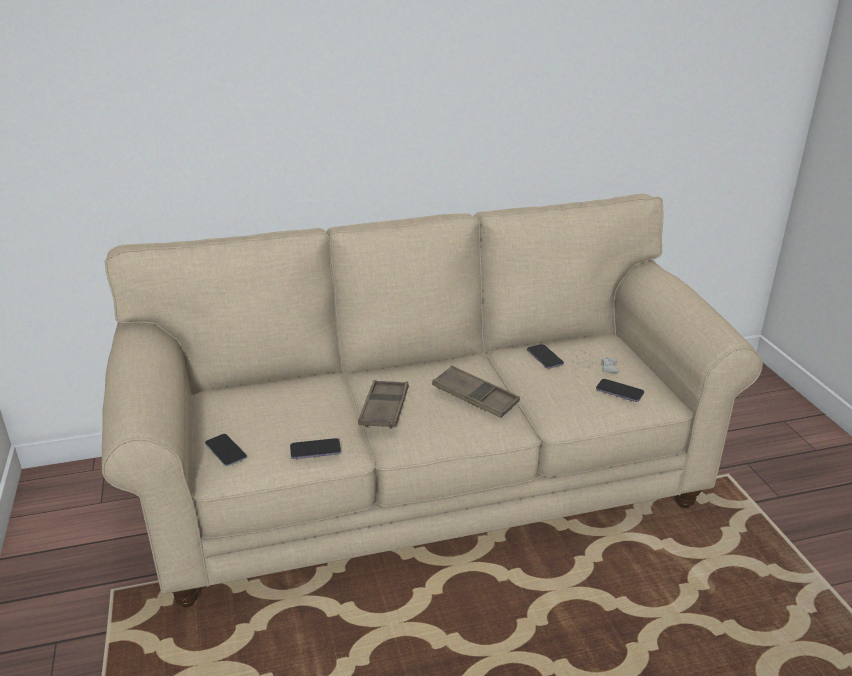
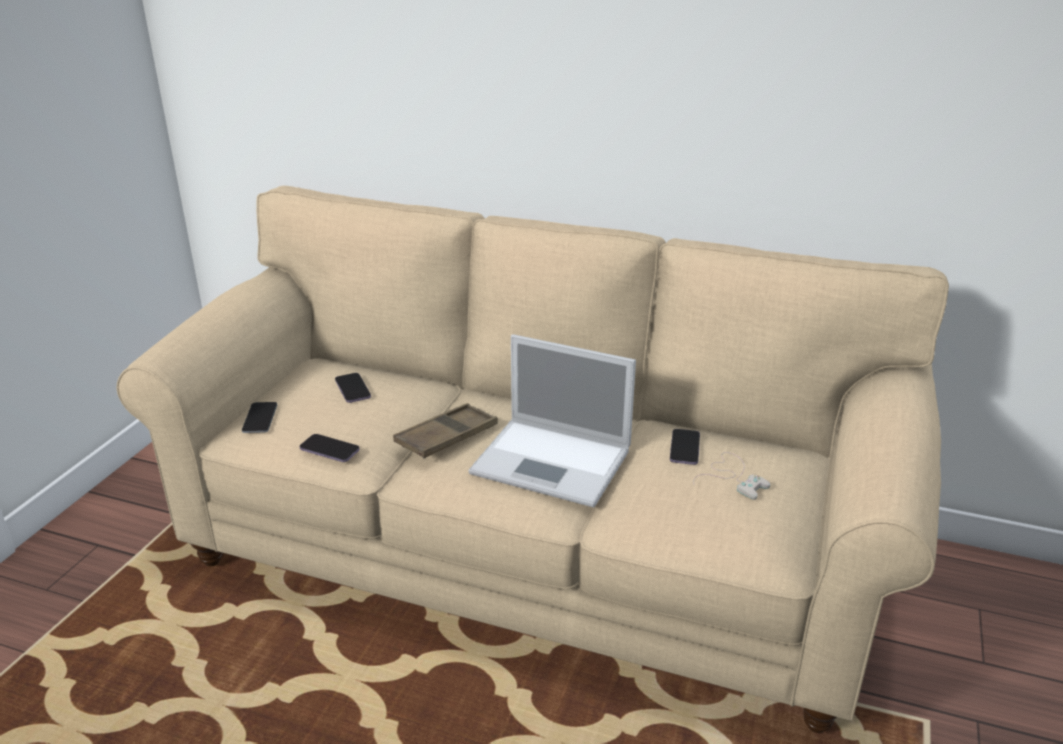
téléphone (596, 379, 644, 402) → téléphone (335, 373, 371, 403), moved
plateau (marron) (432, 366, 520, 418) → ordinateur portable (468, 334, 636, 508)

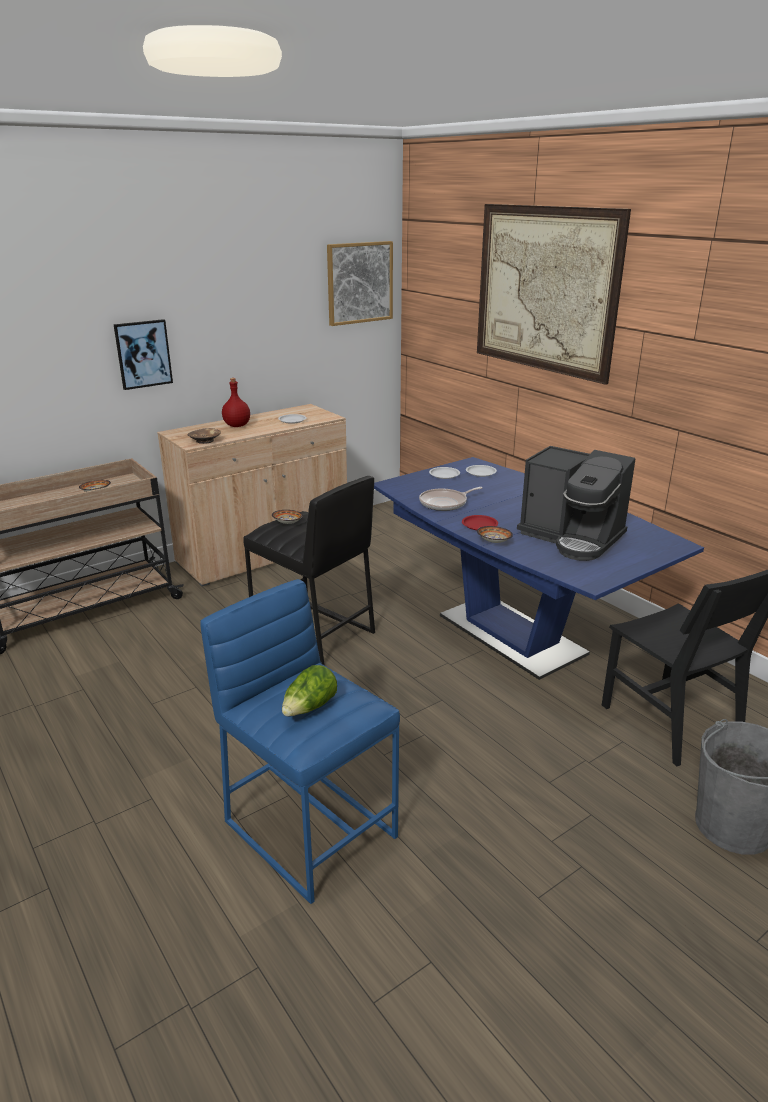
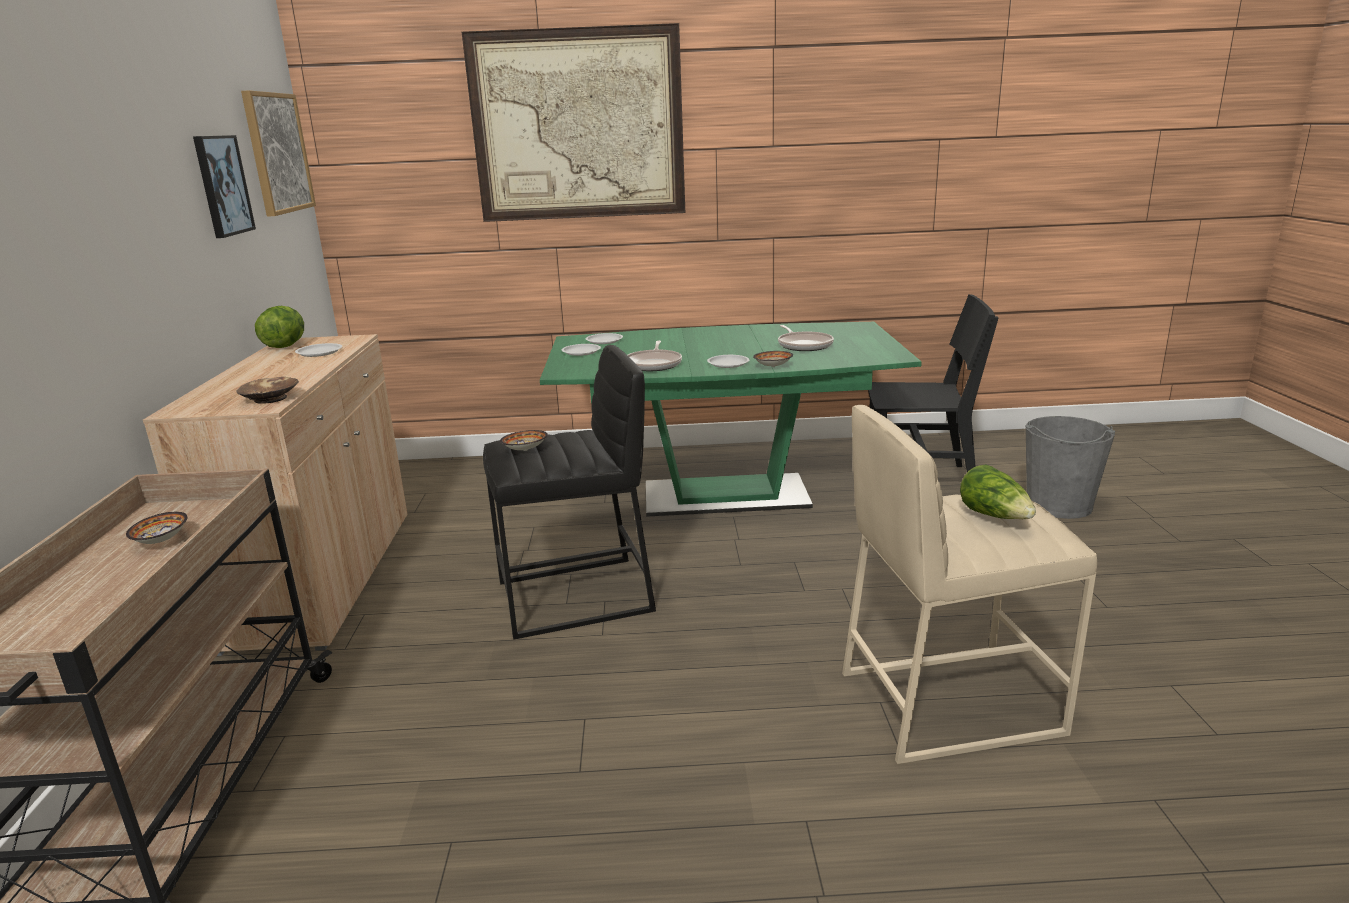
tableau (114, 319, 173, 390) → tableau (193, 135, 256, 238), moved
- → laitue (255, 306, 304, 348)
table à manger (bleu) (374, 457, 704, 680) → table à manger (vert) (540, 322, 922, 516)
assiette (rouge) (462, 515, 498, 530) → assiette (blanc) (707, 355, 749, 368)
machine à café (517, 446, 636, 561) → poêle (778, 325, 834, 351)
tabouret (bleu) (200, 579, 400, 904) → tabouret (beige) (842, 405, 1097, 764)
bouteille (rouge) (222, 378, 250, 427) → -

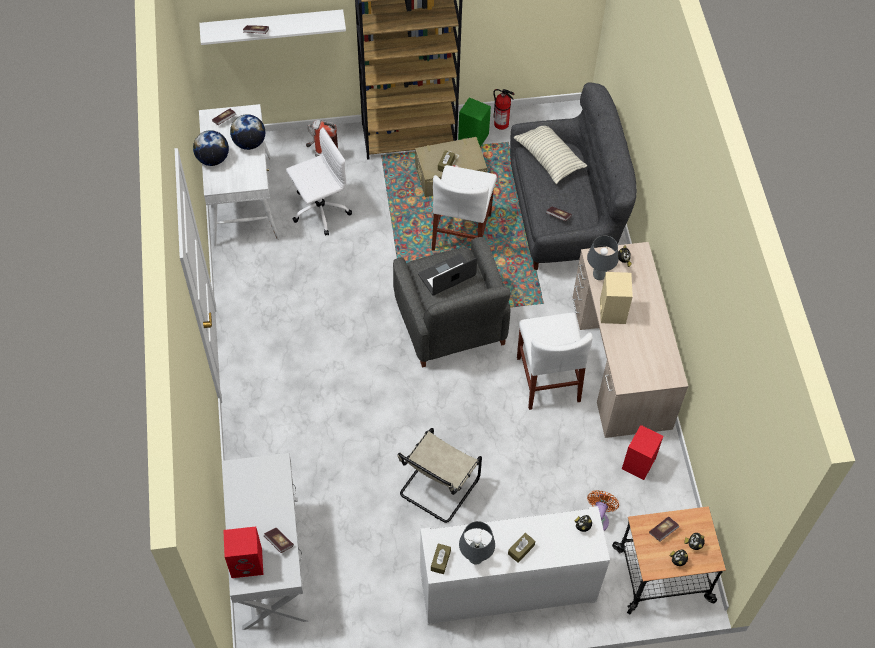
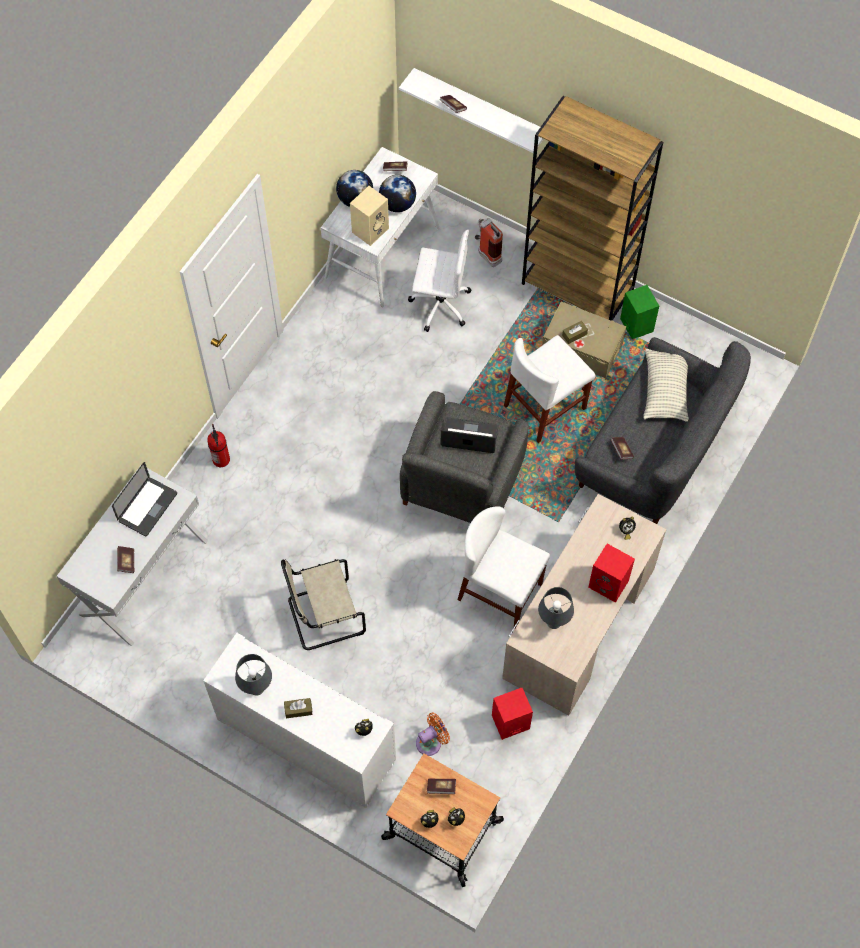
- → ordinateur portable (112, 462, 177, 536)
extincteur (493, 89, 514, 130) → extincteur (207, 424, 230, 467), moved
enceinte (beige) (600, 272, 633, 324) → enceinte (beige) (350, 186, 389, 246), moved
chaise (blanc) (517, 313, 593, 410) → chaise (blanc) (457, 506, 550, 628), 90 degrees clockwise
lampe de table (gris) (587, 235, 619, 280) → lampe de table (gris) (538, 587, 574, 629), moved
enceinte (rouge) (223, 526, 264, 578) → enceinte (rouge) (588, 544, 635, 603), moved
boîte à mouchoirs (marron) (431, 543, 451, 574) → -

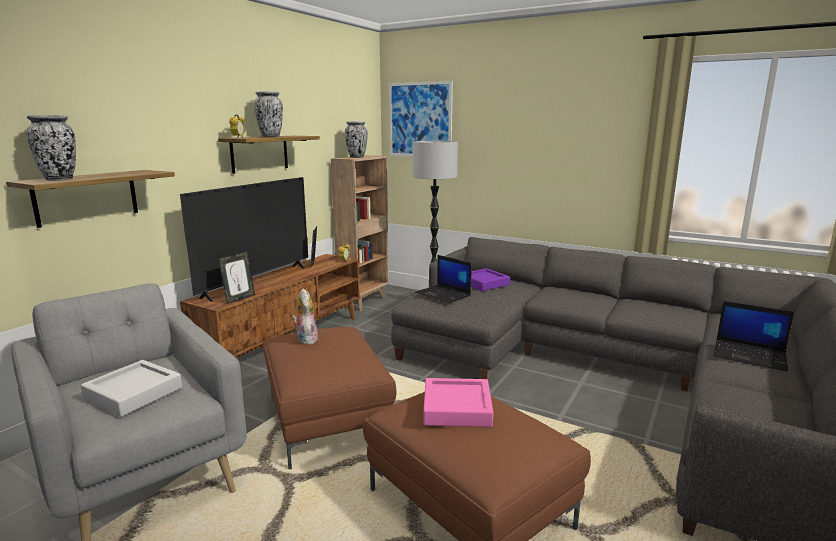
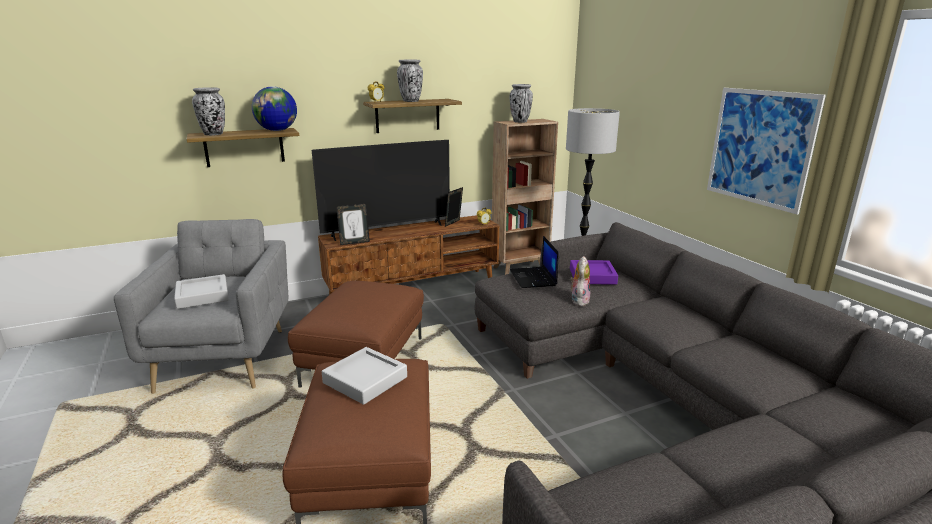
- → globe (252, 86, 297, 131)
plateau (rose) (423, 378, 494, 427) → plateau (gris) (322, 347, 407, 405)
peluche (292, 288, 319, 345) → peluche (570, 256, 590, 306), moved
tableau (389, 81, 453, 156) → tableau (707, 88, 826, 215), moved
ordinateur portable (714, 301, 794, 372) → -

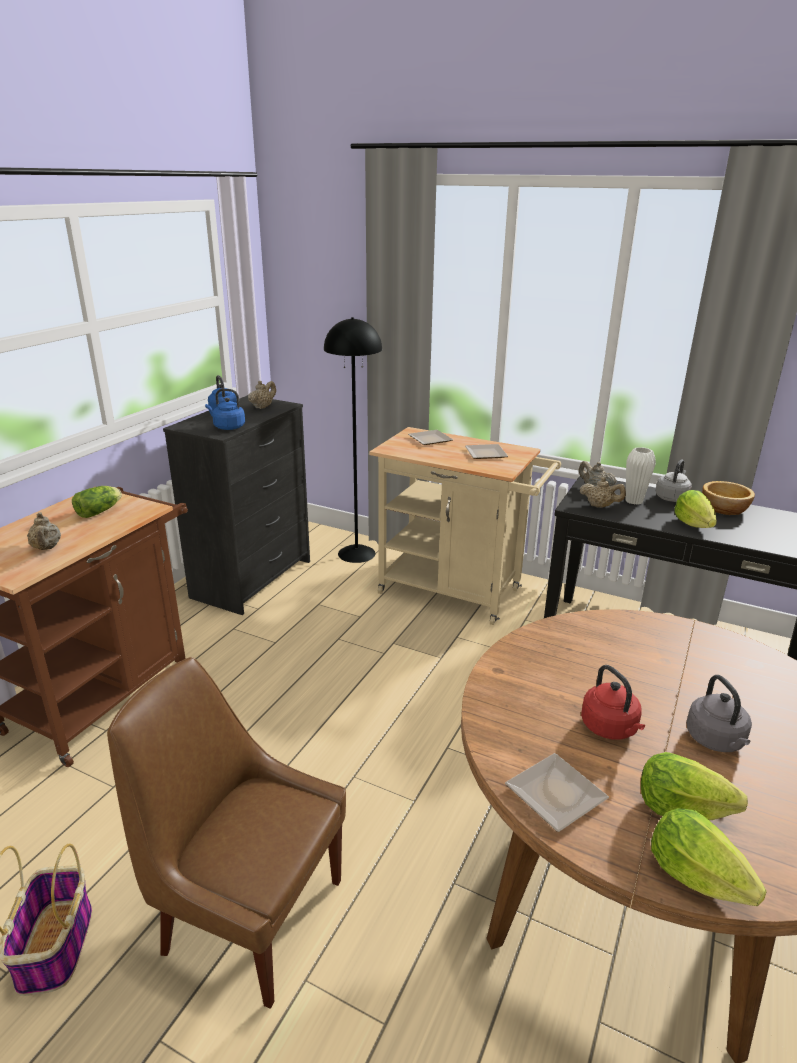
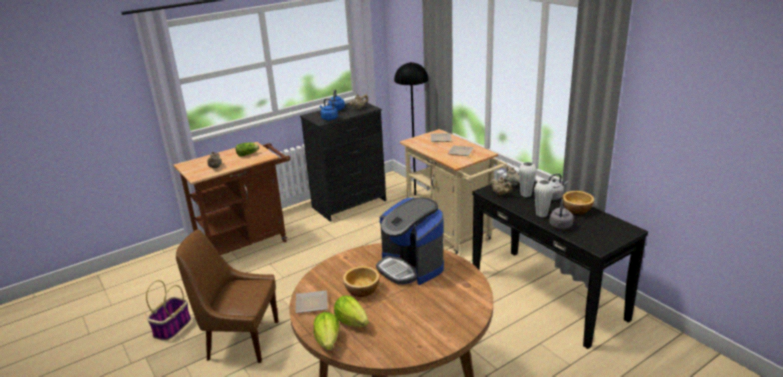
chaise (marron) (107, 657, 346, 1009) → chaise (marron) (176, 229, 278, 363), 45 degrees counterclockwise
bouilloire (rouge) (581, 665, 645, 740) → bol (343, 266, 380, 297)
- → machine à café (376, 197, 444, 285)
laitue (675, 490, 717, 528) → vase (blanc) (534, 180, 553, 217)
bouilloire (gris) (686, 675, 752, 752) → bouilloire (gris) (549, 199, 574, 229), moved

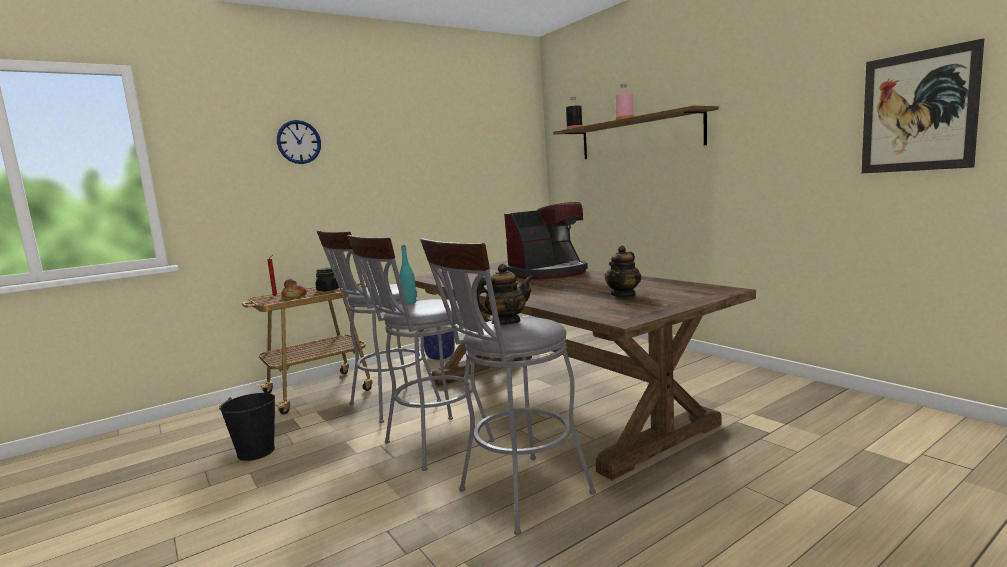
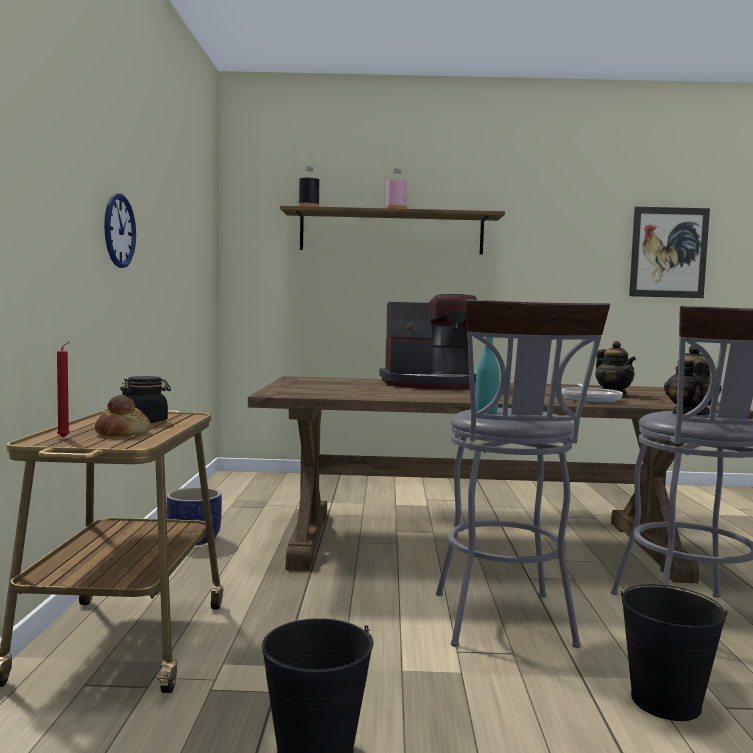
horloge murale (277, 120, 321, 164) → horloge murale (104, 194, 136, 268), moved
machine à café (504, 202, 588, 280) → machine à café (379, 294, 477, 389), 75 degrees clockwise
- → poêle (562, 384, 623, 403)
- → seau (noir) (621, 584, 728, 721)
tabouret (gris) (317, 230, 441, 423) → -

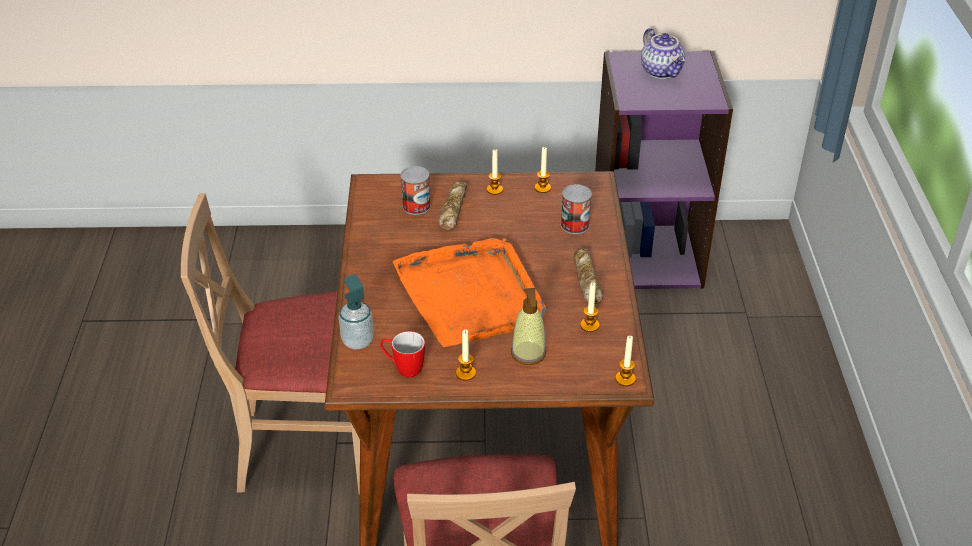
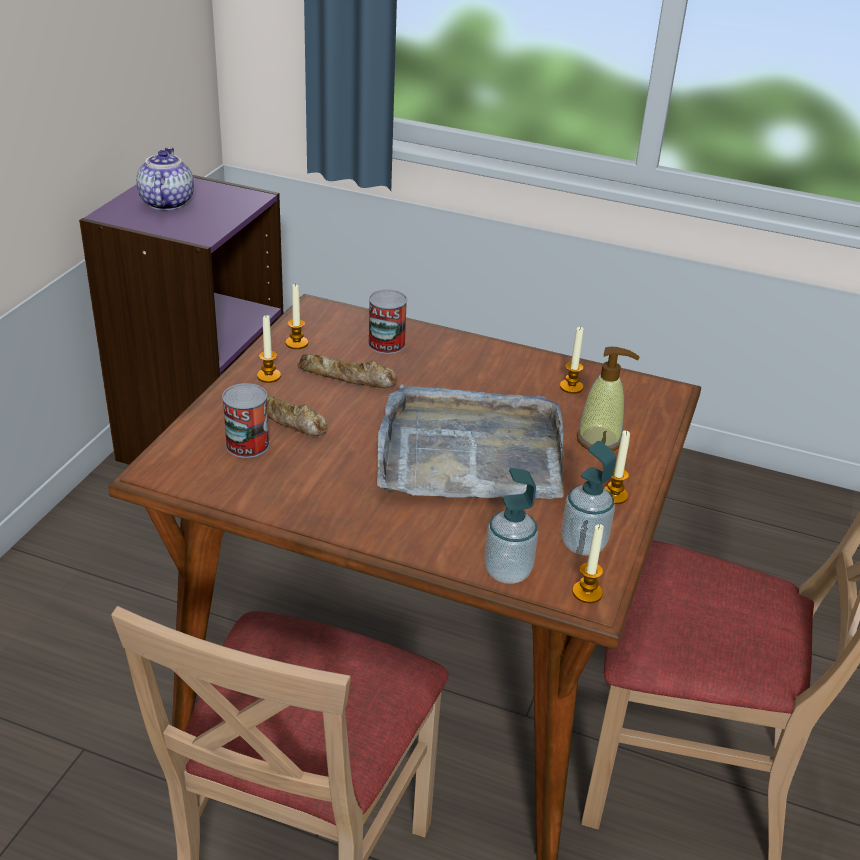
théière (641, 28, 686, 79) → théière (136, 147, 194, 210), 90 degrees counterclockwise
pain (574, 248, 603, 304) → pain (297, 354, 398, 388), moved
plateau (orange) (393, 238, 546, 347) → plateau (gris) (377, 384, 564, 499)
mug (380, 331, 425, 378) → distributeur de savon (561, 441, 616, 556)
bougie (615, 336, 636, 386) → bougie (572, 524, 604, 603), moved

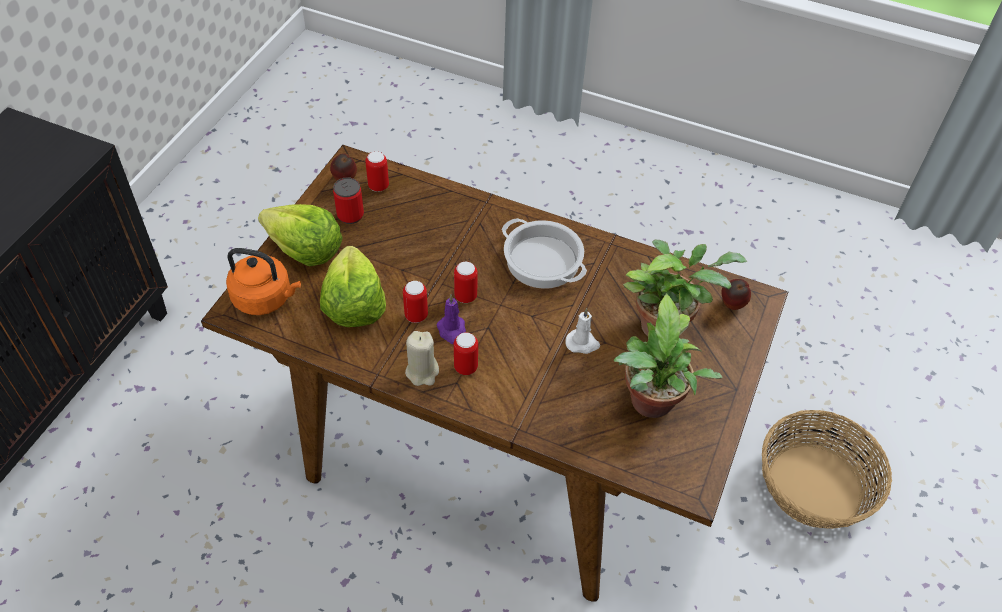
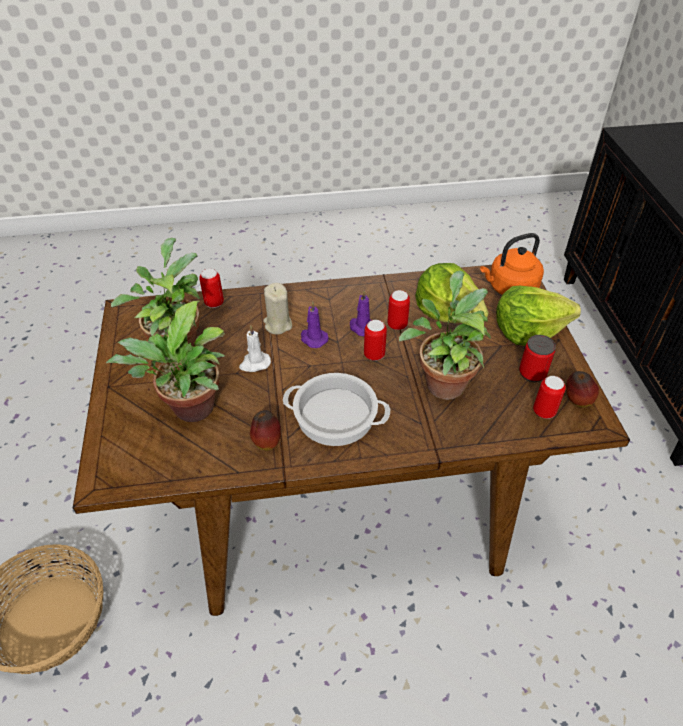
boîte métallique (454, 332, 478, 375) → boîte métallique (199, 269, 224, 308), moved
pomme (721, 279, 751, 310) → pomme (250, 410, 281, 451), moved
bougie (beige) (405, 331, 439, 386) → bougie (beige) (263, 283, 292, 334), moved
- → bougie (violet) (301, 302, 329, 348)
- → plante en pot (399, 270, 491, 400)

